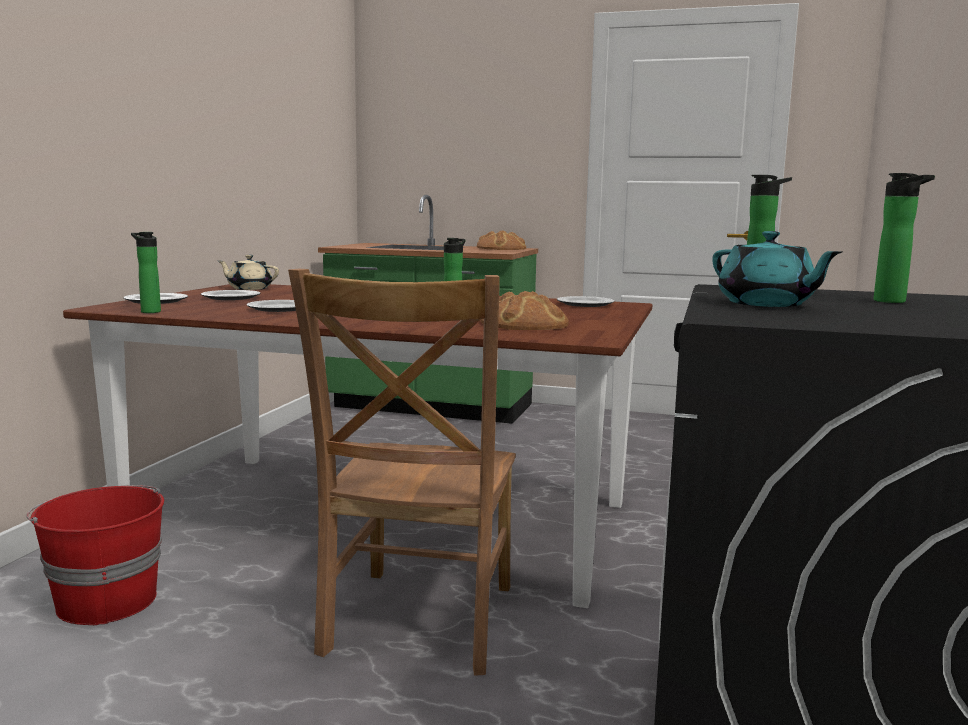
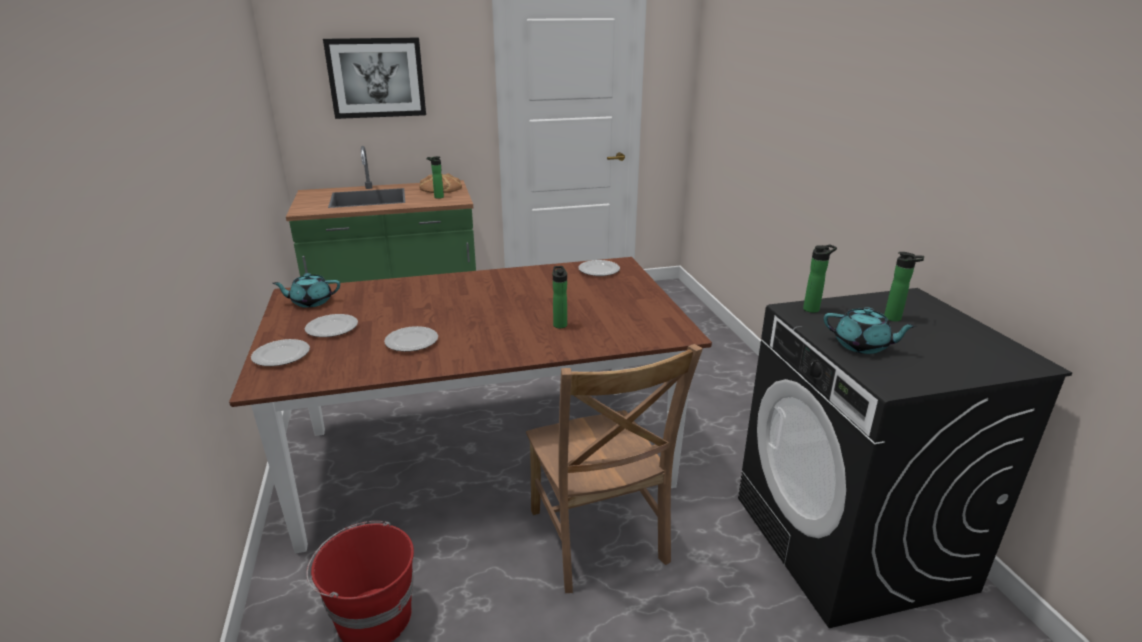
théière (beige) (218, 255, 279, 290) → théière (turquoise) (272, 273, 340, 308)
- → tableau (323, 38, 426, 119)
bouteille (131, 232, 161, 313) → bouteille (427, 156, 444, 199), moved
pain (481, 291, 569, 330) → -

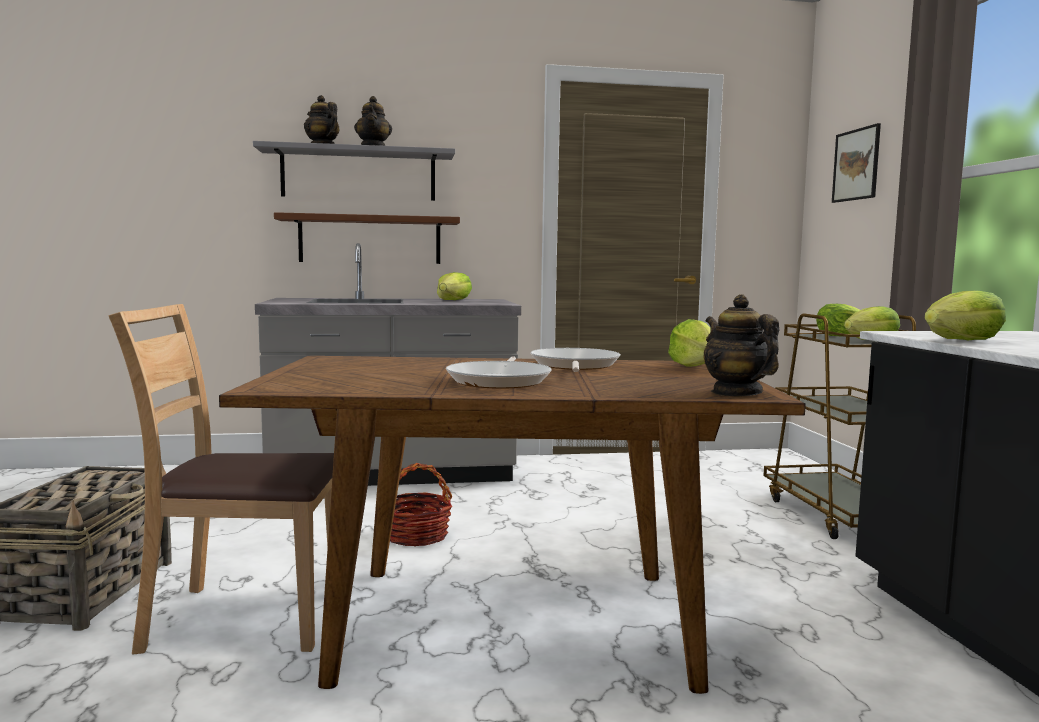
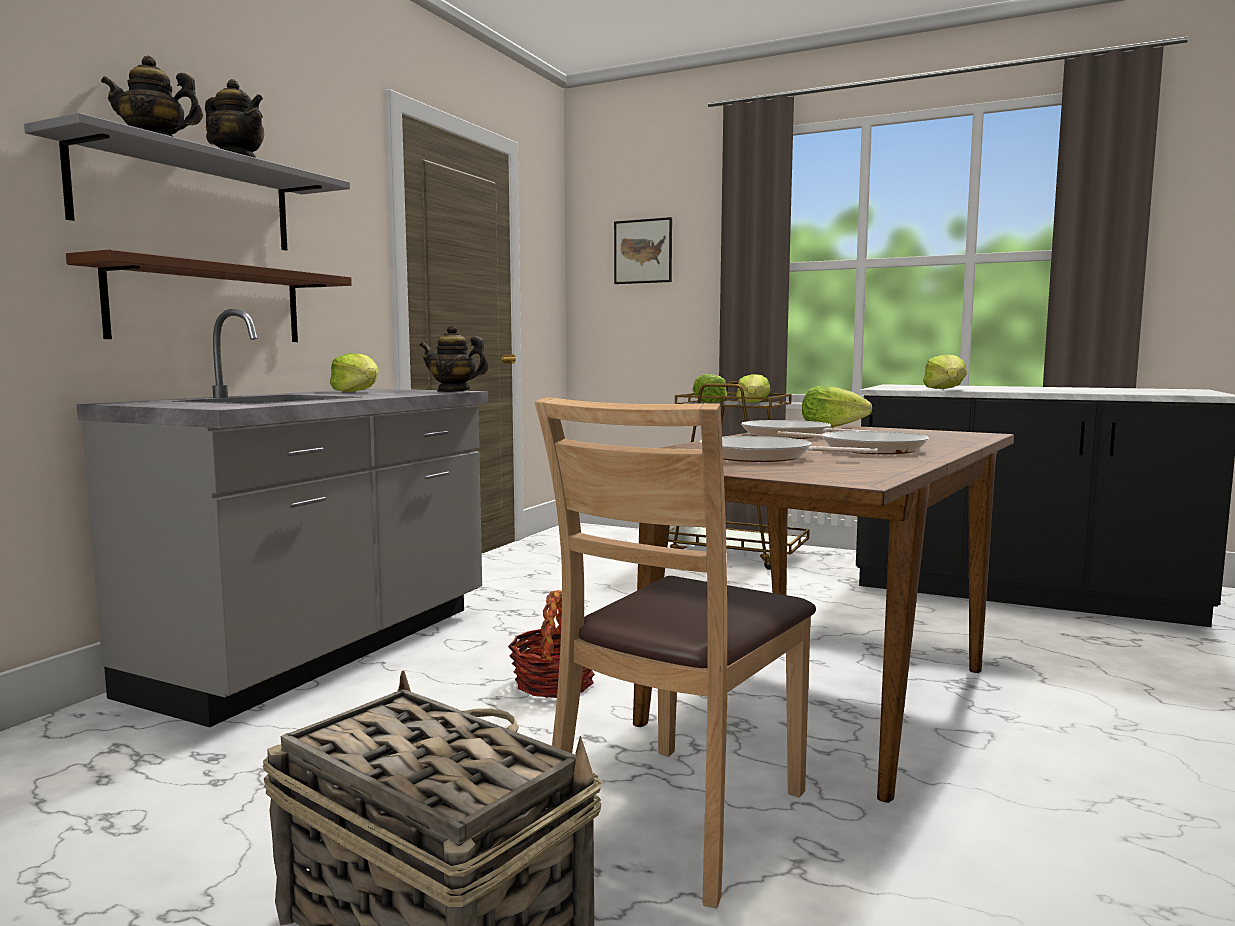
théière (704, 295, 779, 396) → théière (419, 325, 488, 392), moved
- → poêle (700, 436, 878, 462)

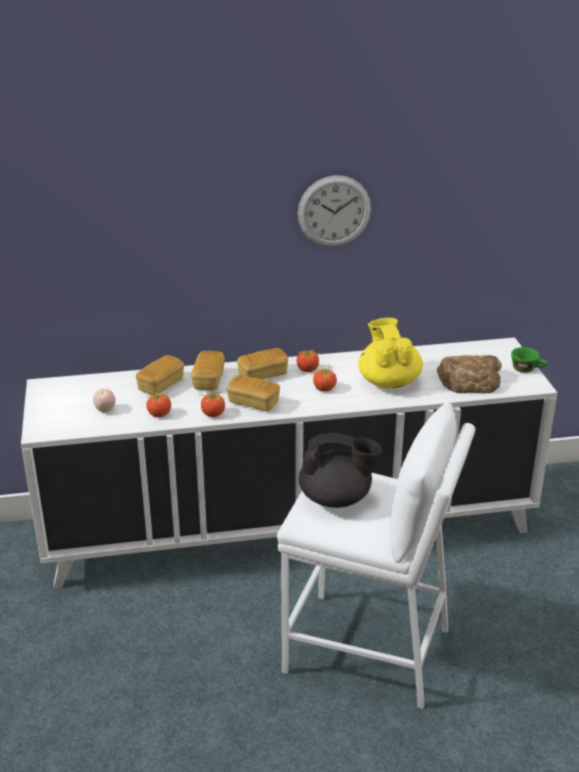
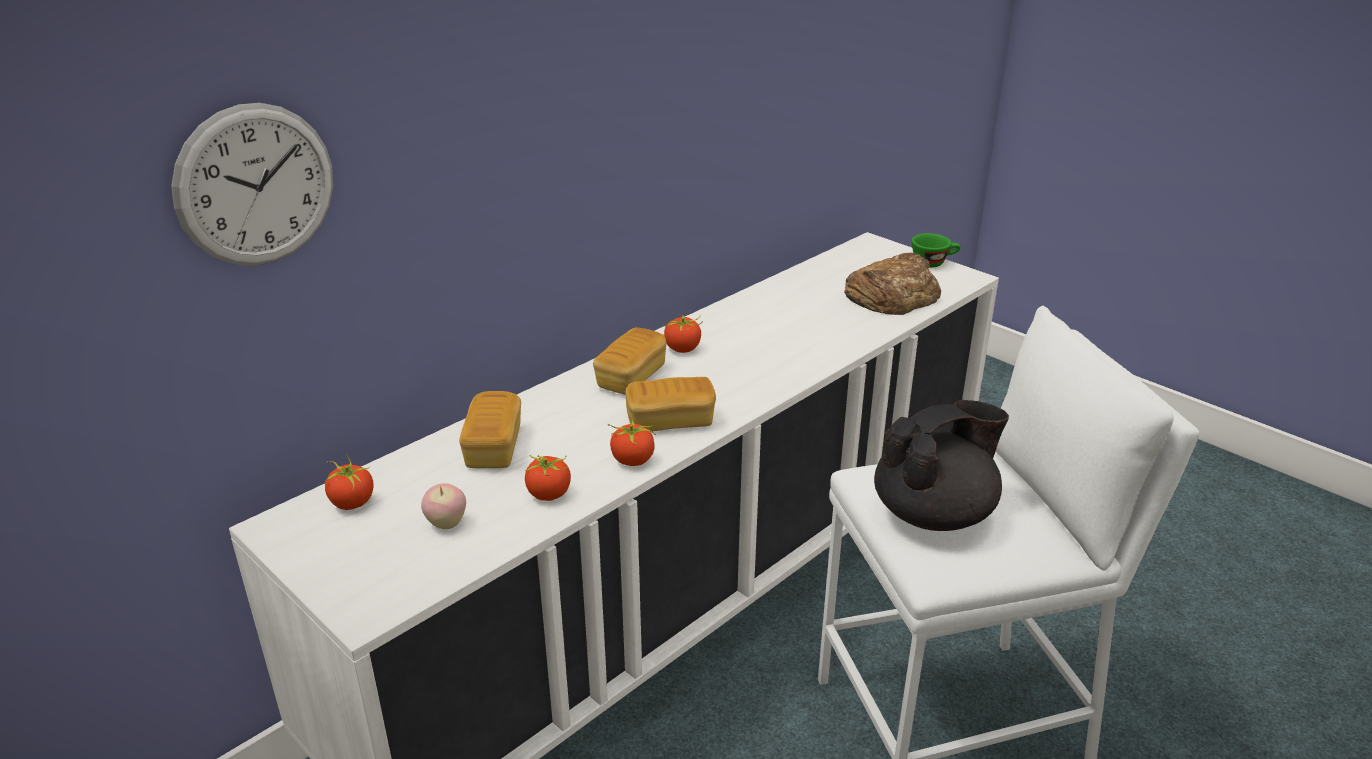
horloge murale (297, 175, 371, 247) → horloge murale (171, 103, 333, 266), moved
tomate (313, 365, 337, 391) → tomate (324, 453, 374, 510), moved
pain (191, 351, 225, 390) → -
théière (jaune) (358, 318, 423, 389) → -

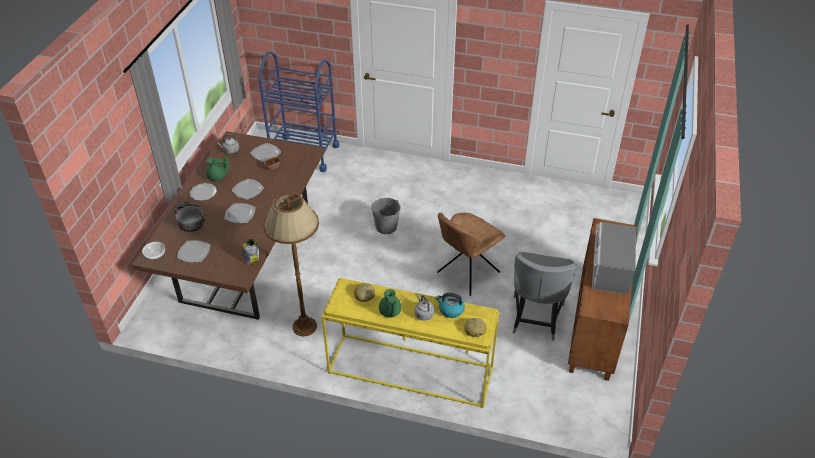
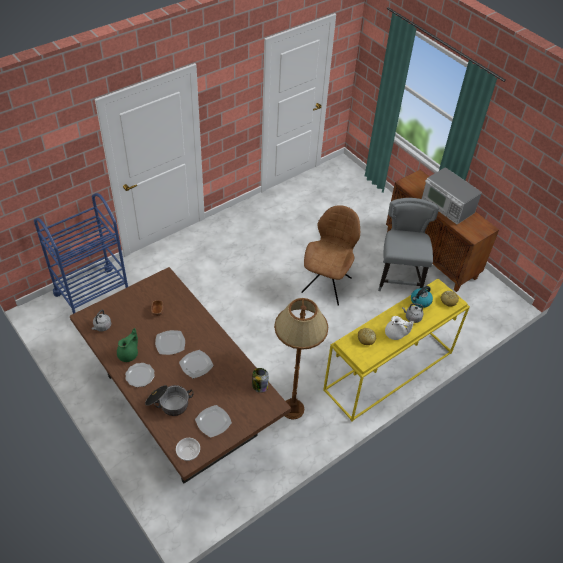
chaise (marron) (437, 213, 505, 296) → chaise (marron) (301, 205, 360, 306), 150 degrees counterclockwise
chaise (gris) (513, 252, 577, 341) → chaise (gris) (378, 198, 439, 291), 135 degrees counterclockwise
théière (vert) (379, 289, 401, 318) → théière (blanc) (385, 316, 414, 340)
assiette (251, 143, 281, 162) → -
seau (gris) (371, 198, 401, 234) → -

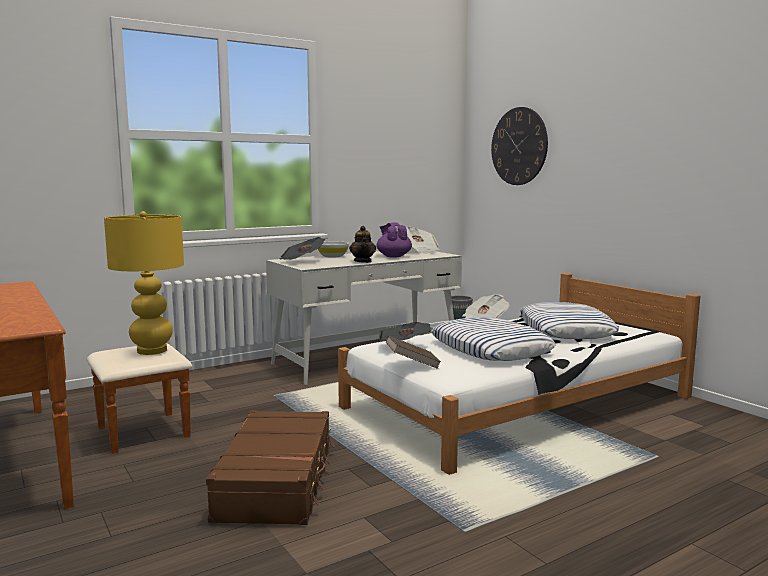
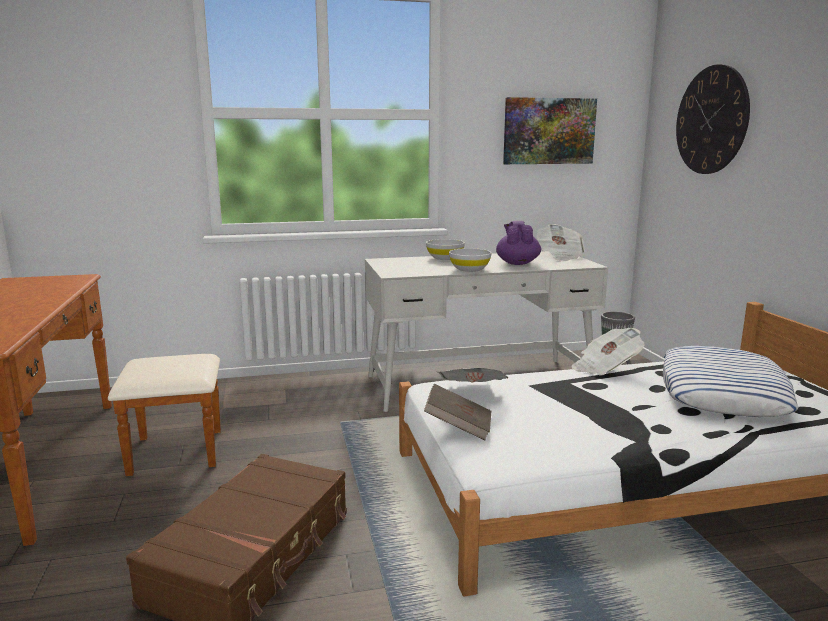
théière (349, 226, 376, 263) → bol (blanc) (449, 248, 492, 272)
- → tableau (503, 97, 597, 164)
lampe de table (jaune) (104, 211, 184, 355) → -
journal (280, 237, 325, 260) → -
coussin (431, 317, 556, 361) → -

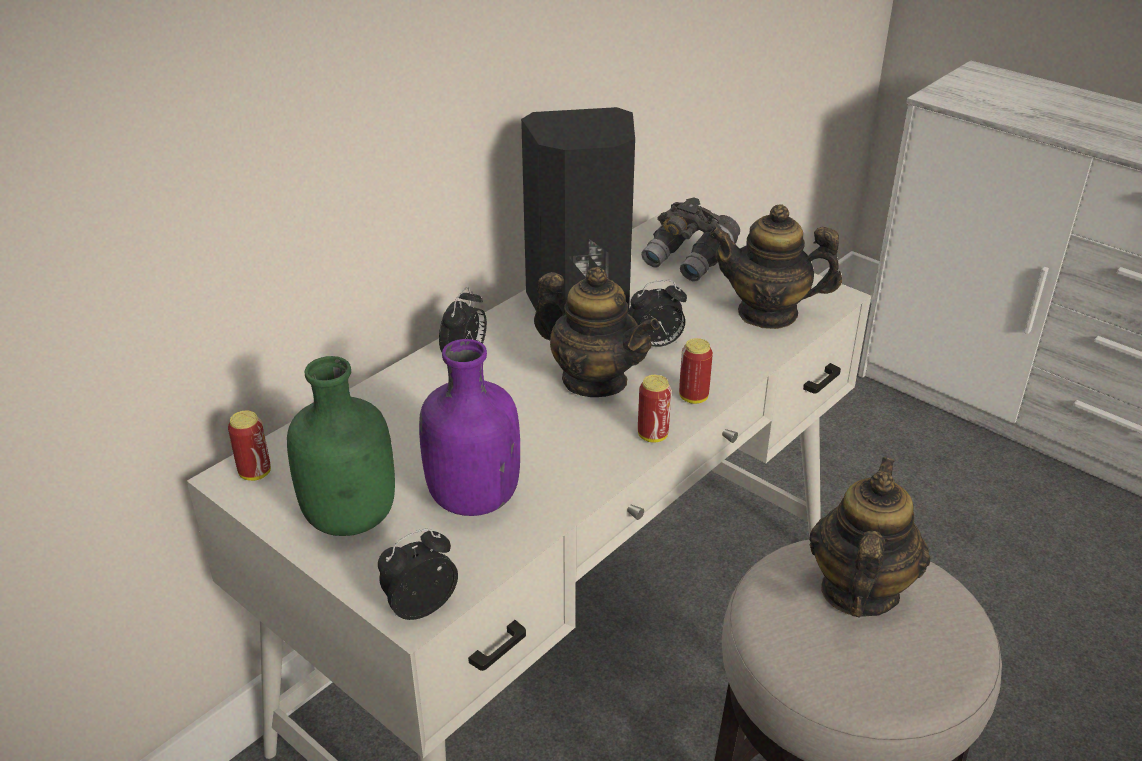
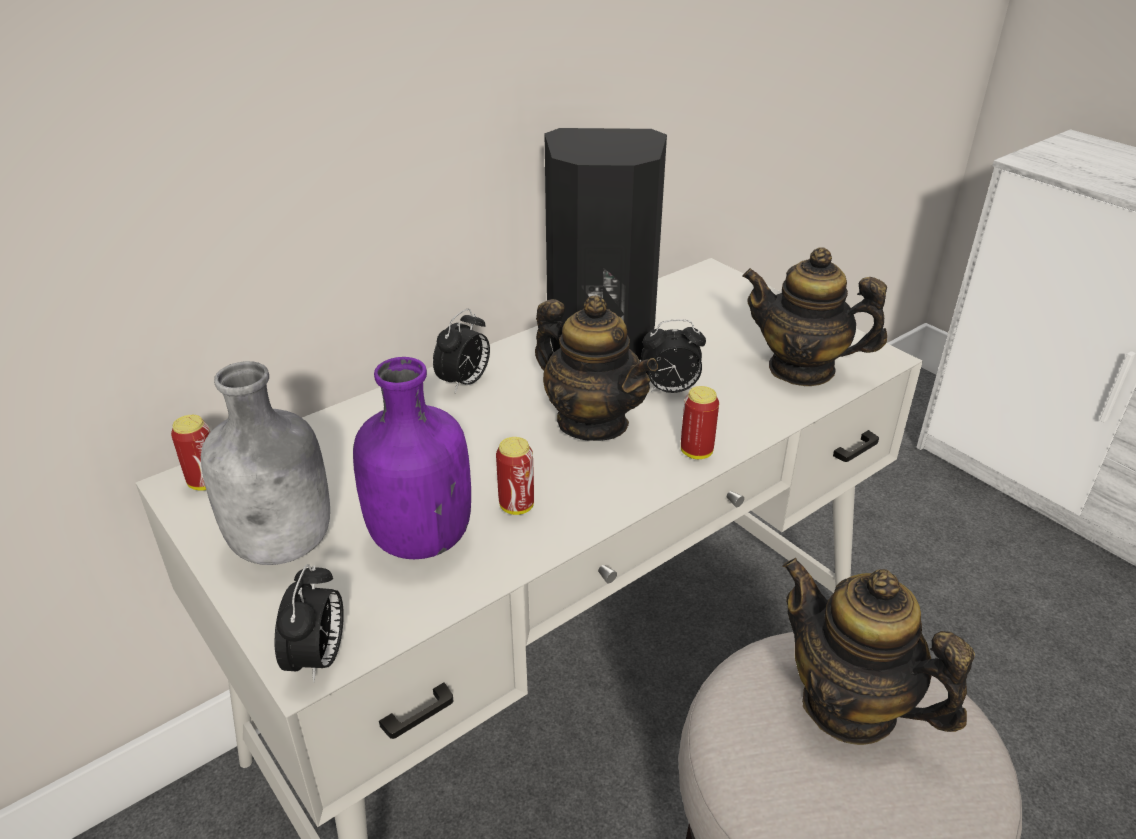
bouteille (vert) (287, 356, 395, 536) → bouteille (gris) (201, 361, 330, 565)
réveil (378, 528, 458, 620) → réveil (275, 564, 344, 683), 120 degrees clockwise
boîte métallique (638, 375, 671, 443) → boîte métallique (496, 437, 534, 515), moved
théière (809, 457, 930, 617) → théière (782, 558, 975, 745), 75 degrees counterclockwise
jumelles (gris) (641, 197, 740, 281) → -

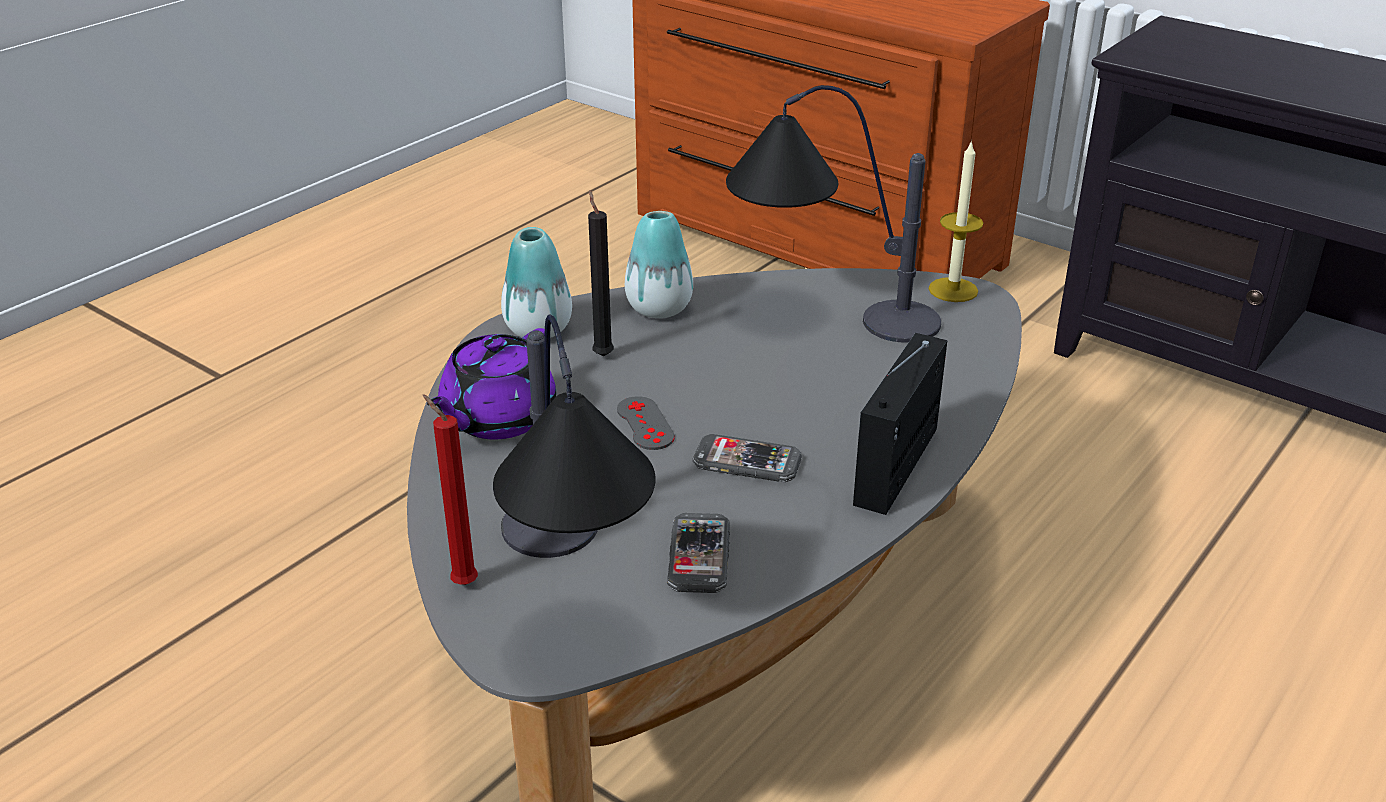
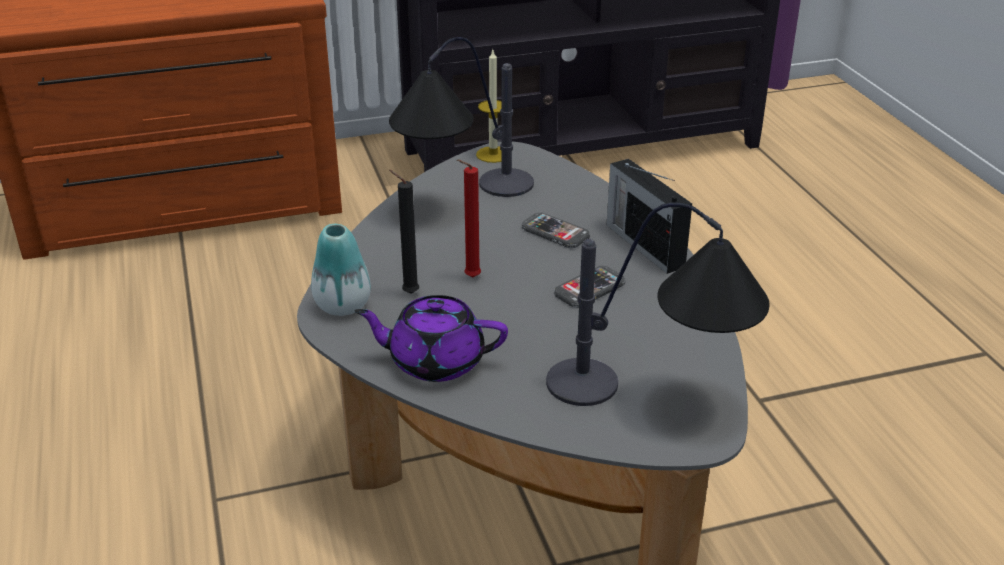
théière (violet) (427, 328, 556, 440) → théière (violet) (355, 295, 508, 382), 120 degrees clockwise
bougie (rouge) (423, 394, 478, 585) → bougie (rouge) (457, 159, 481, 278), moved
téléphone (667, 513, 730, 593) → téléphone (521, 212, 590, 248), moved
manette (gris) (617, 396, 675, 450) → -
vase (625, 211, 693, 318) → -

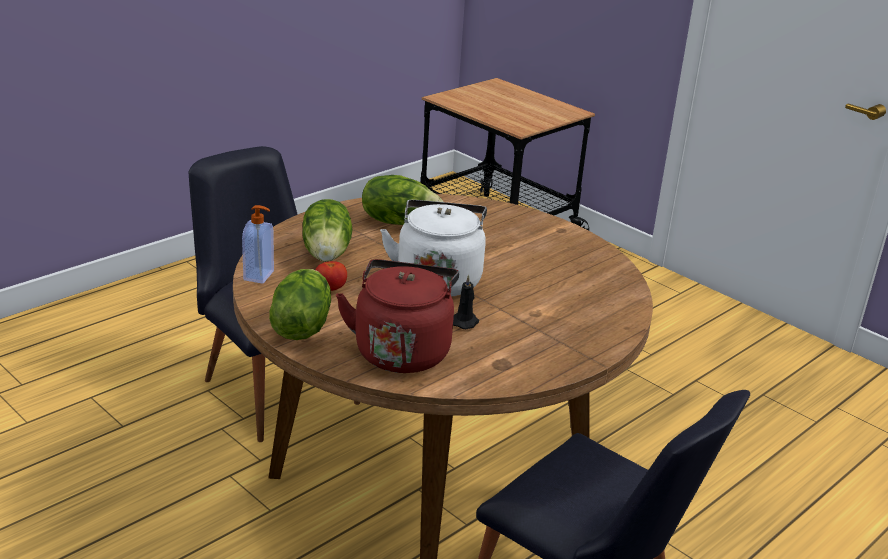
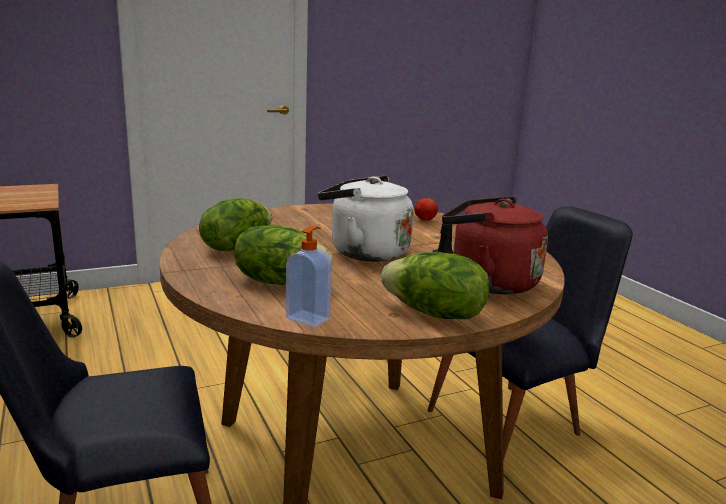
tomate (315, 261, 347, 291) → tomate (414, 198, 438, 221), moved

